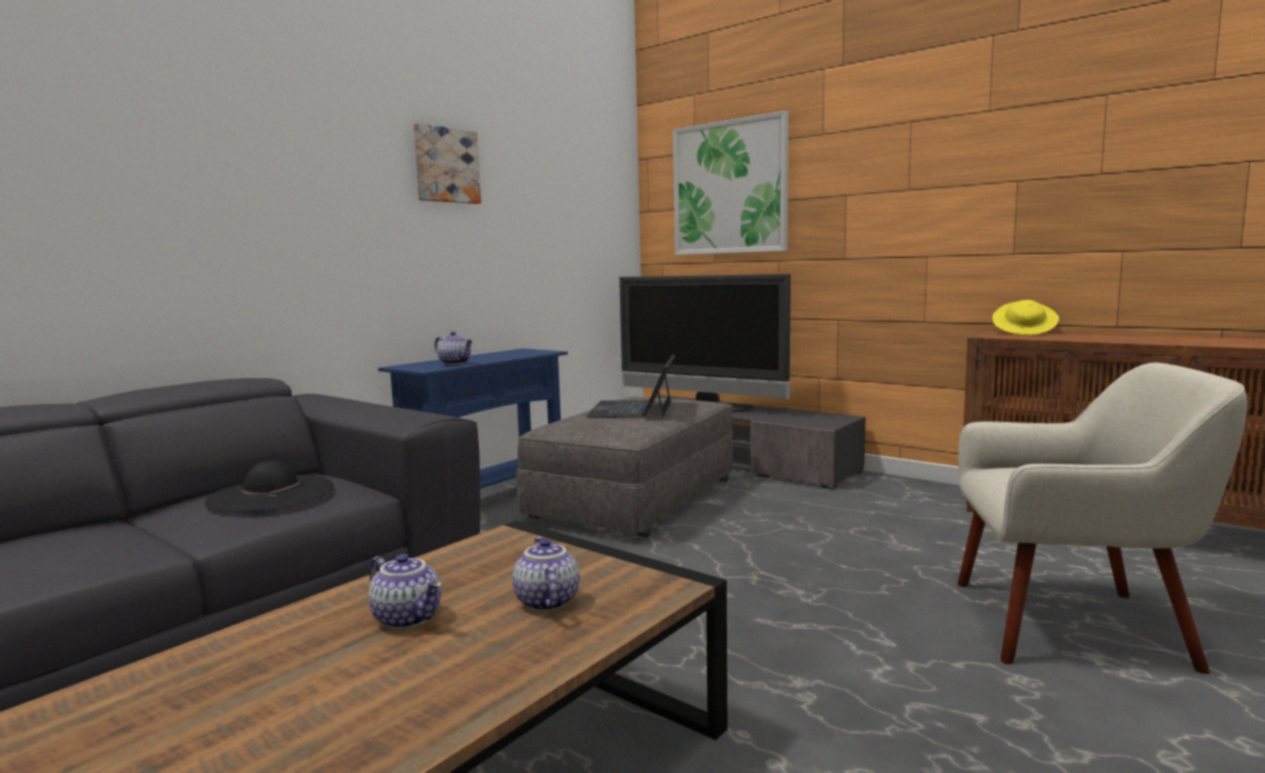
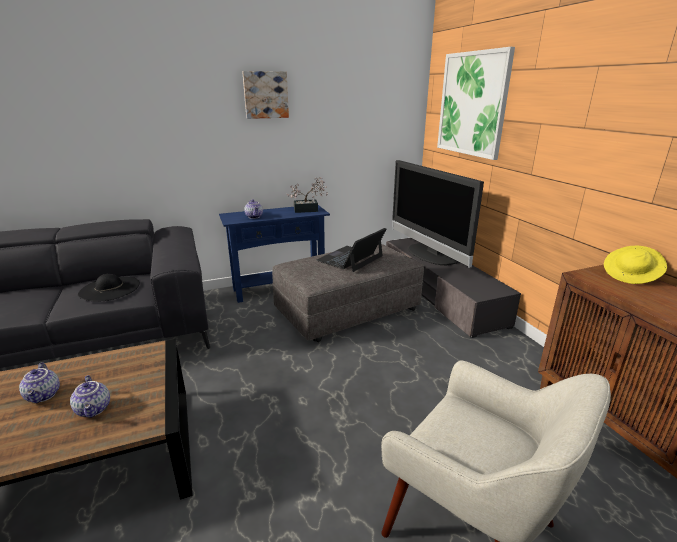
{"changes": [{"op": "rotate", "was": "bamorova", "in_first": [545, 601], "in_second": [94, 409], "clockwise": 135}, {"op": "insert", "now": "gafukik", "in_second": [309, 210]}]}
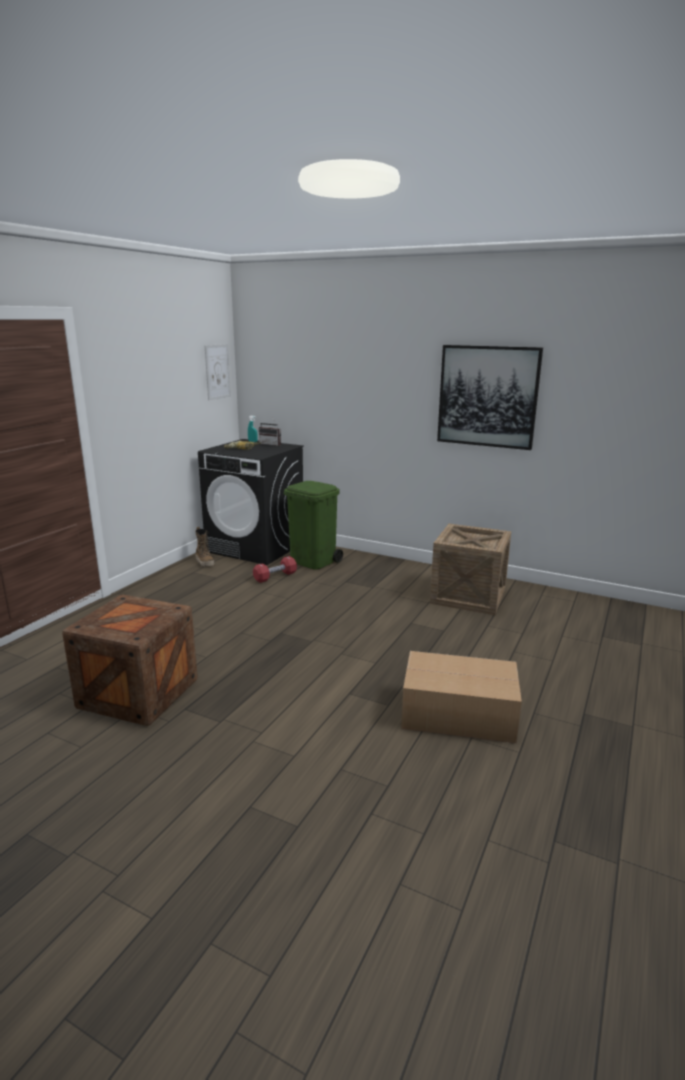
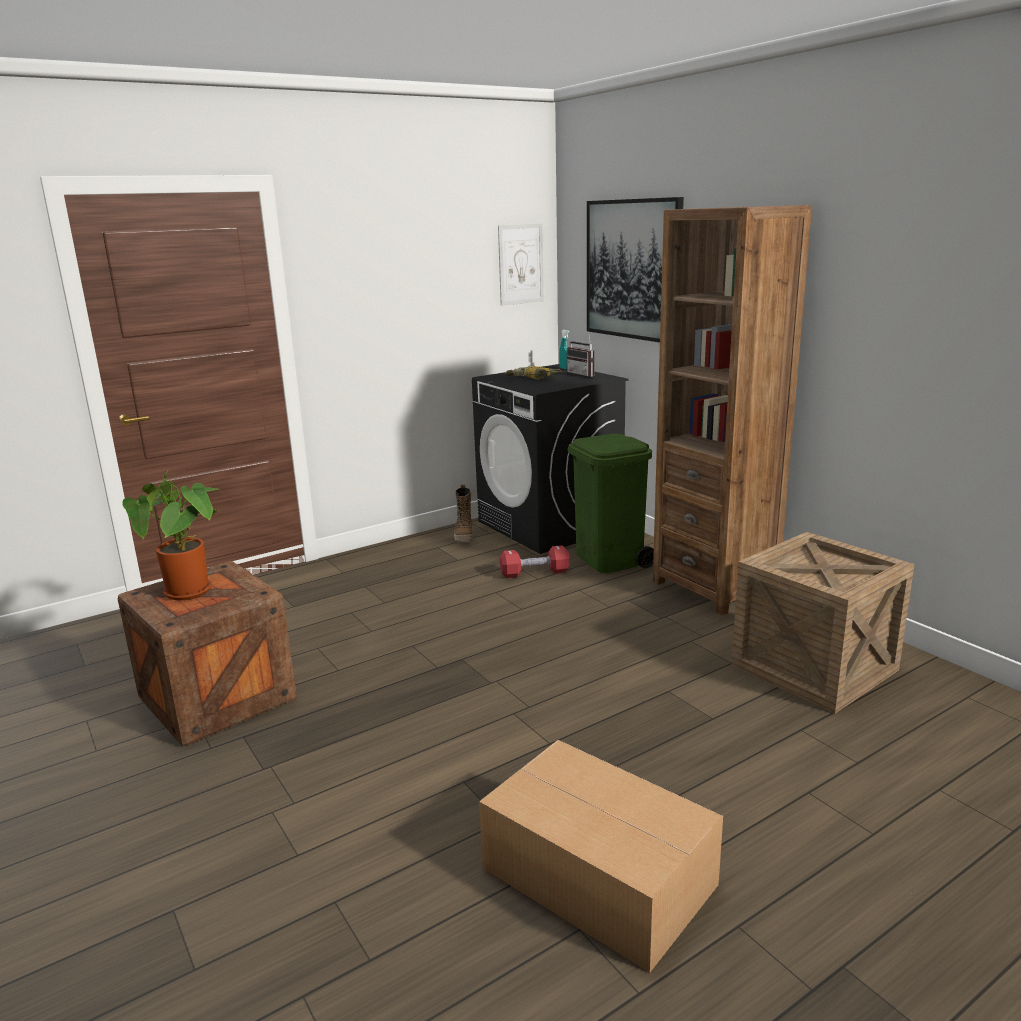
{"changes": [{"op": "move", "was": "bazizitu", "in_first": [487, 396], "in_second": [633, 269]}, {"op": "insert", "now": "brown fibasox", "in_second": [714, 587]}, {"op": "insert", "now": "gafukik", "in_second": [191, 593]}]}
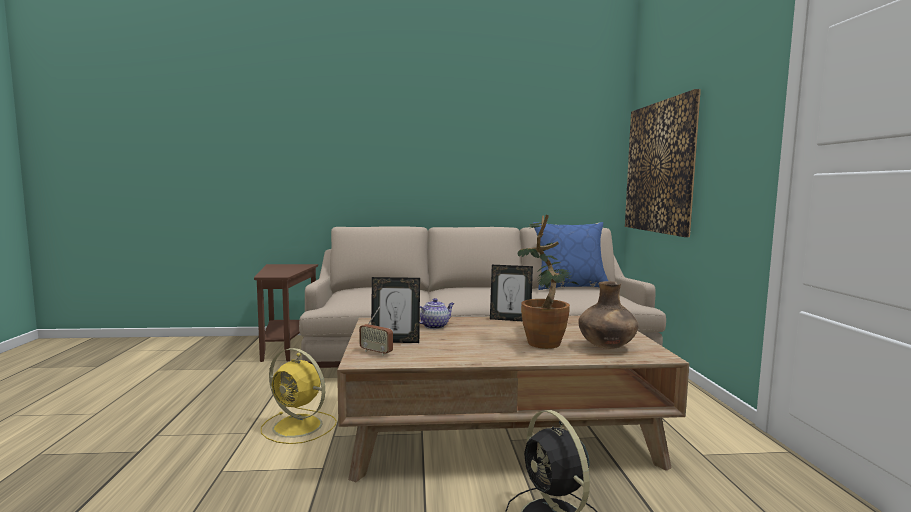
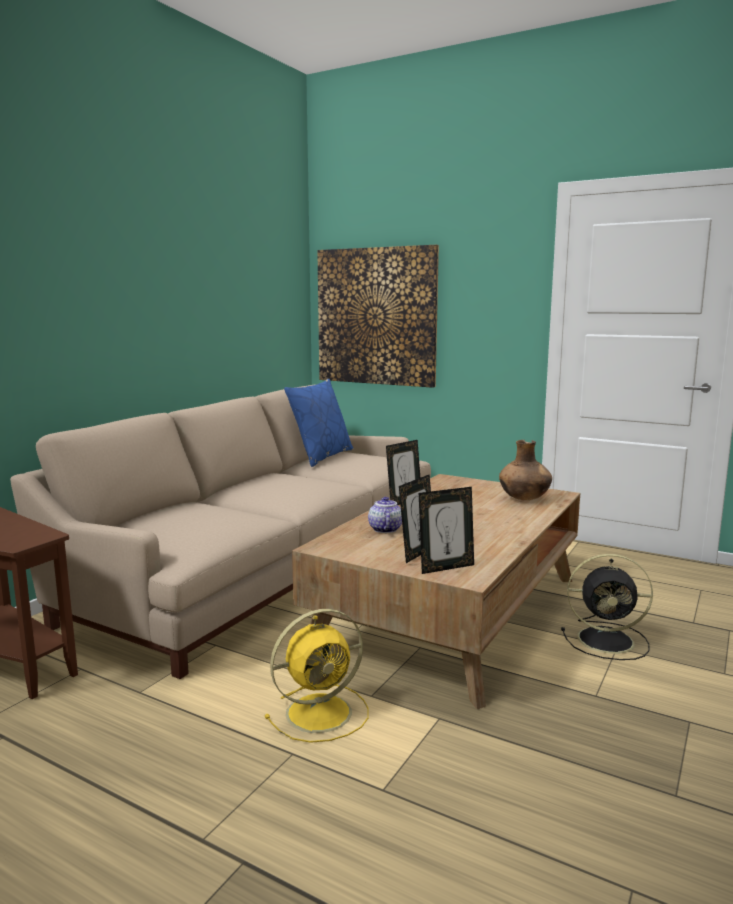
{"changes": [{"op": "delete", "was": "gafukik", "in_first": [546, 341]}, {"op": "replace", "was": "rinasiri", "now": "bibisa", "in_first": [376, 352], "in_second": [446, 567]}]}
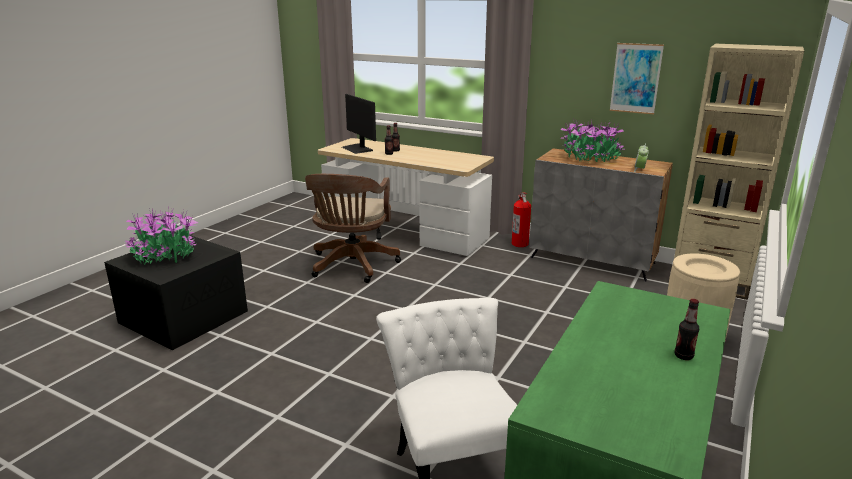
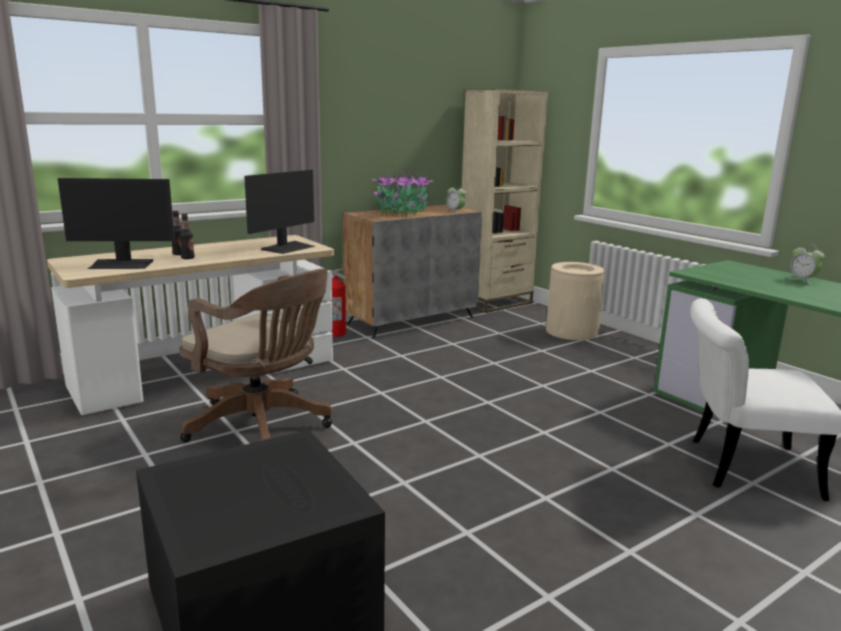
{"changes": [{"op": "delete", "was": "bazizitu", "in_first": [636, 78]}, {"op": "delete", "was": "gafukik", "in_first": [165, 256]}, {"op": "replace", "was": "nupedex", "now": "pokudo", "in_first": [683, 356], "in_second": [802, 280]}, {"op": "insert", "now": "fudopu", "in_second": [288, 247]}]}
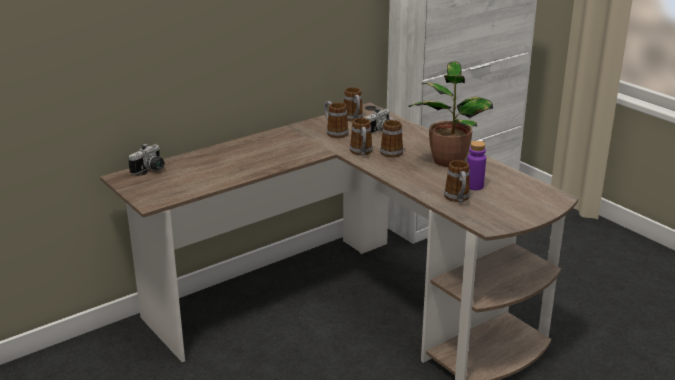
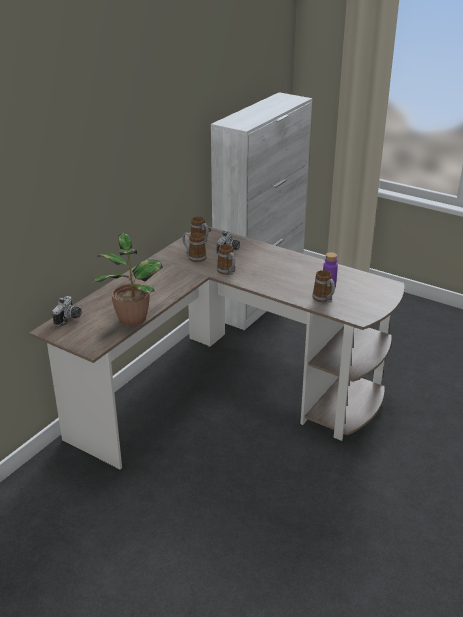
{"changes": [{"op": "move", "was": "gafukik", "in_first": [448, 160], "in_second": [131, 317]}, {"op": "delete", "was": "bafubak", "in_first": [391, 151]}]}
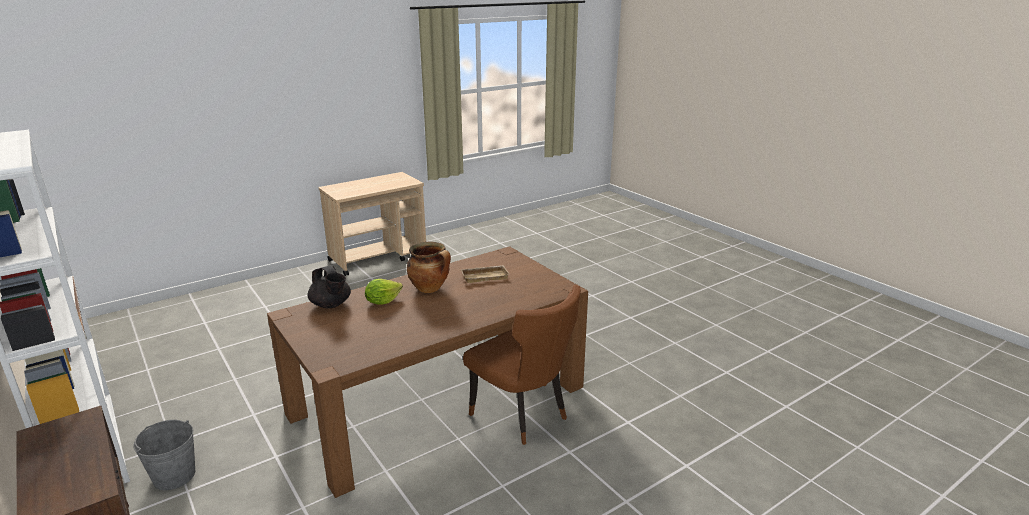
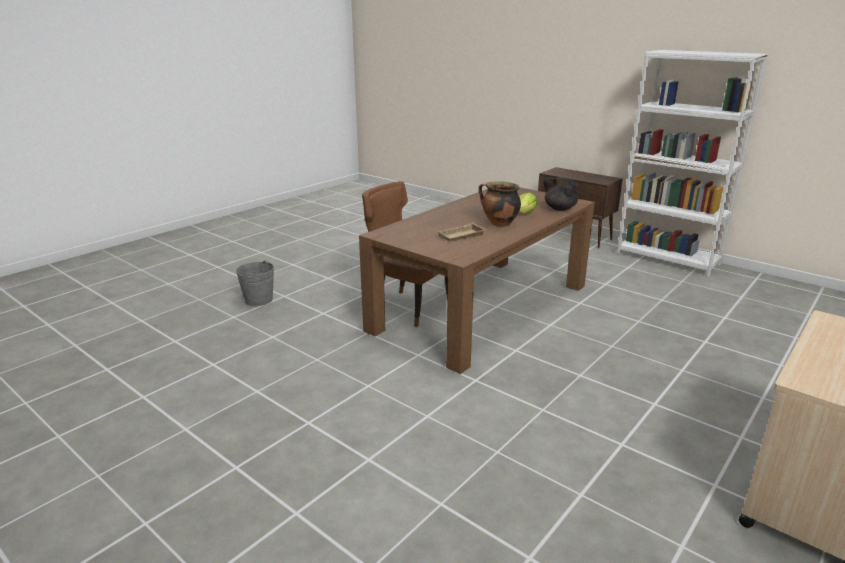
{"changes": [{"op": "move", "was": "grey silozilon", "in_first": [174, 476], "in_second": [259, 300]}]}
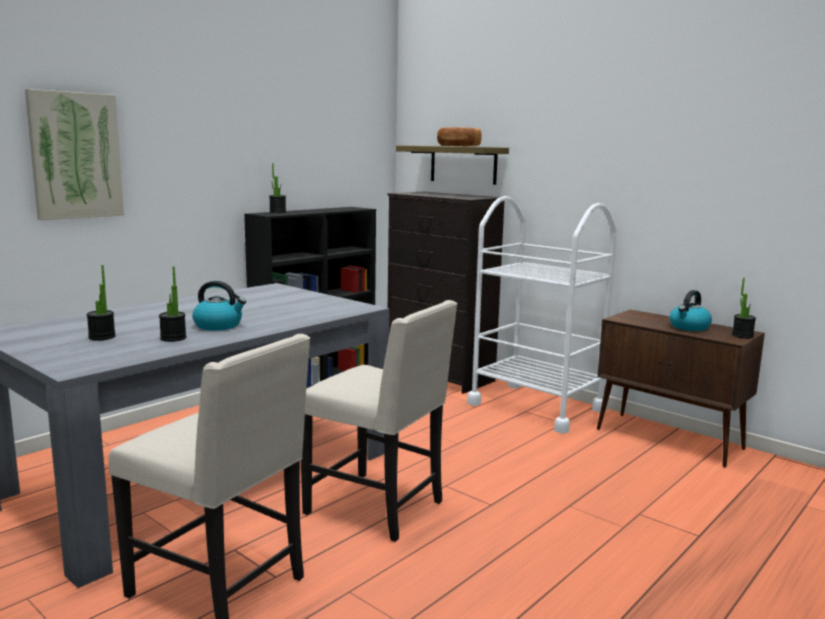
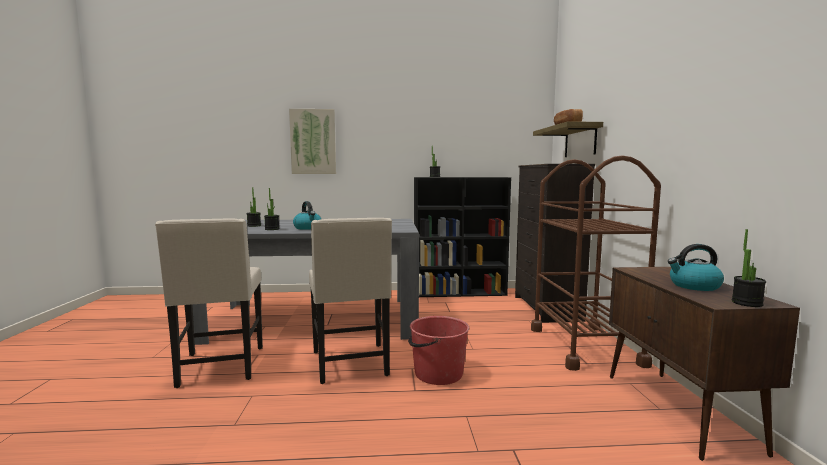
{"changes": [{"op": "recolor", "was": "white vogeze", "now": "brown vogeze", "in_first": [536, 407], "in_second": [584, 346]}, {"op": "insert", "now": "red silozilon", "in_second": [437, 374]}]}
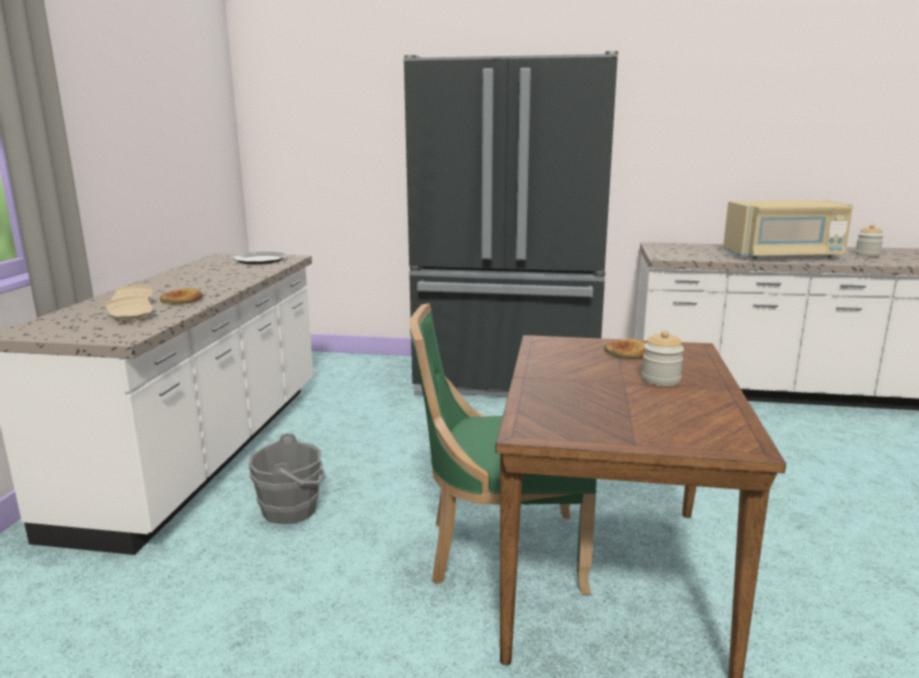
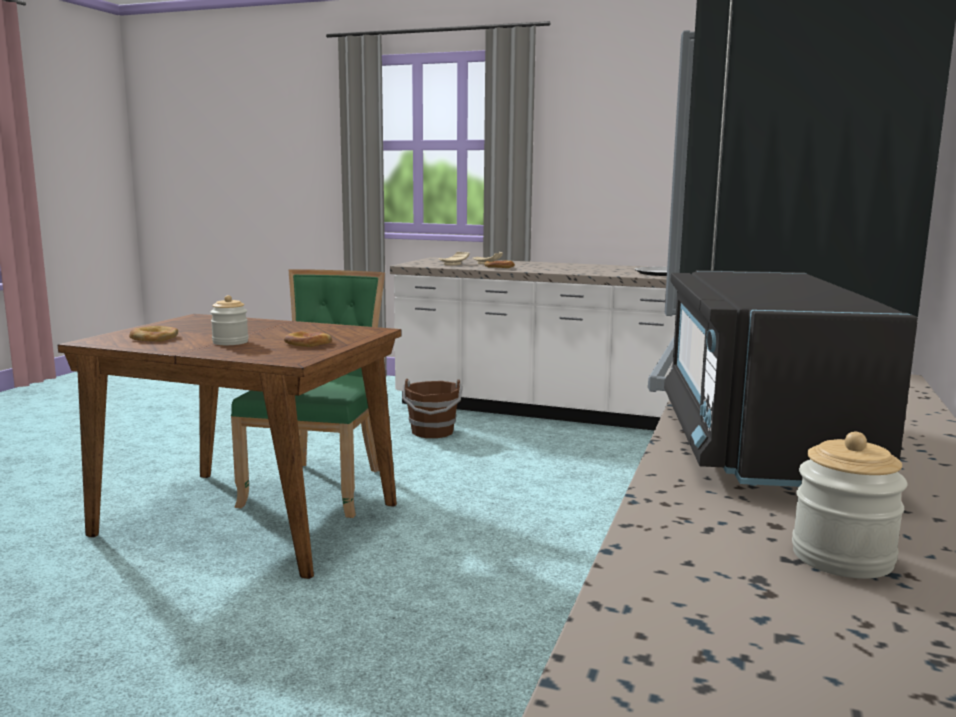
{"changes": [{"op": "recolor", "was": "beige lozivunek", "now": "black lozivunek", "in_first": [783, 256], "in_second": [759, 442]}, {"op": "recolor", "was": "grey silozilon", "now": "brown silozilon", "in_first": [292, 510], "in_second": [433, 432]}, {"op": "insert", "now": "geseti", "in_second": [154, 338]}]}
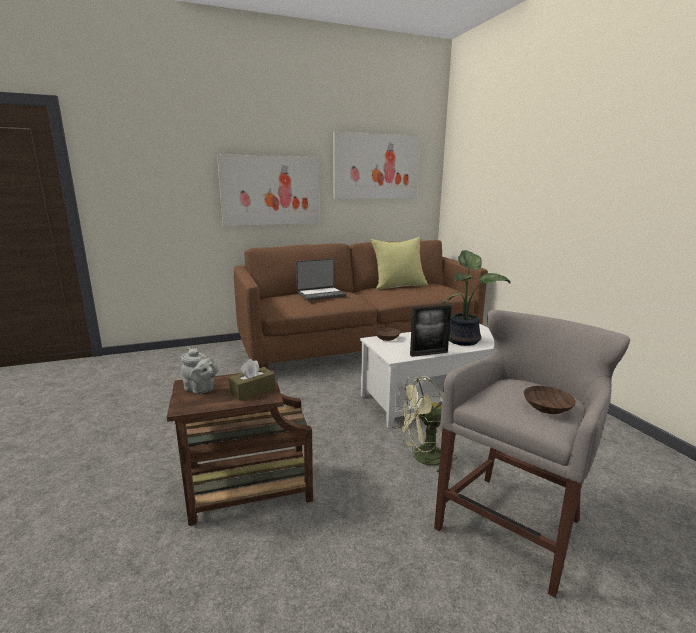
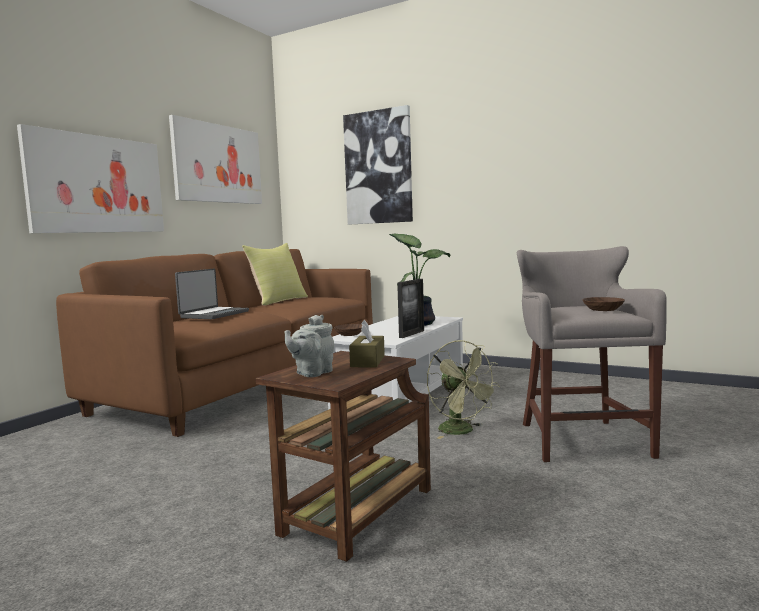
{"changes": [{"op": "rotate", "was": "grey bamorova", "in_first": [201, 389], "in_second": [312, 373], "clockwise": 135}, {"op": "rotate", "was": "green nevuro", "in_first": [422, 458], "in_second": [462, 431], "clockwise": -60}, {"op": "insert", "now": "bazizitu", "in_second": [378, 167]}]}
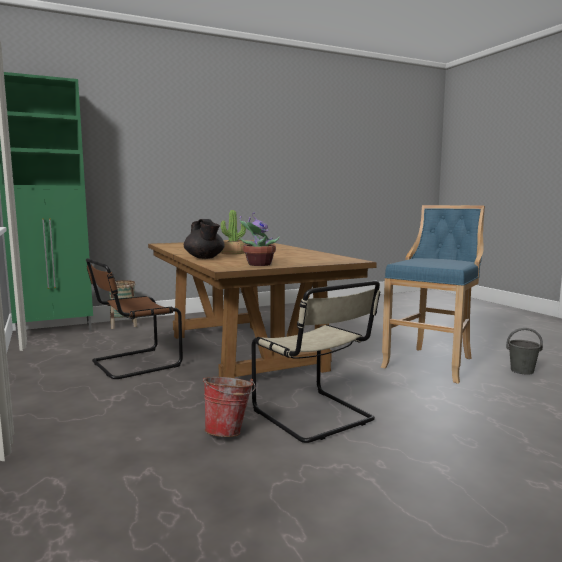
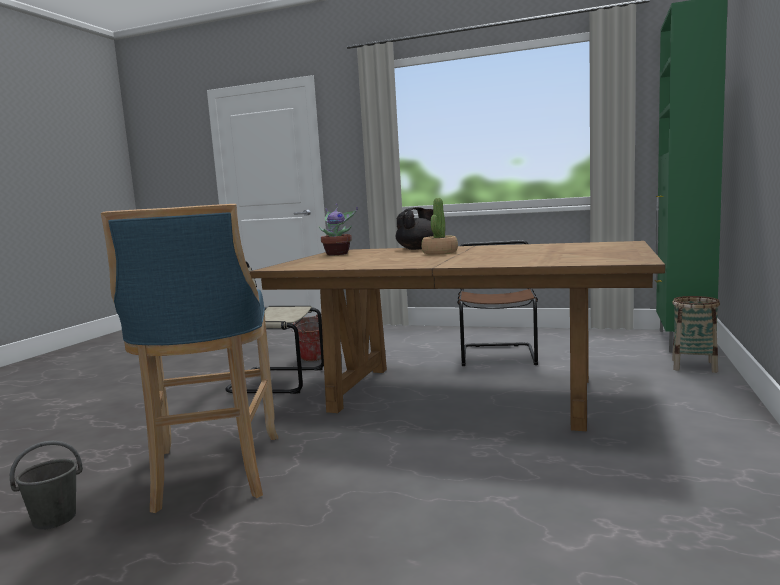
{"changes": [{"op": "rotate", "was": "black bamorova", "in_first": [204, 258], "in_second": [418, 249], "clockwise": 120}]}
